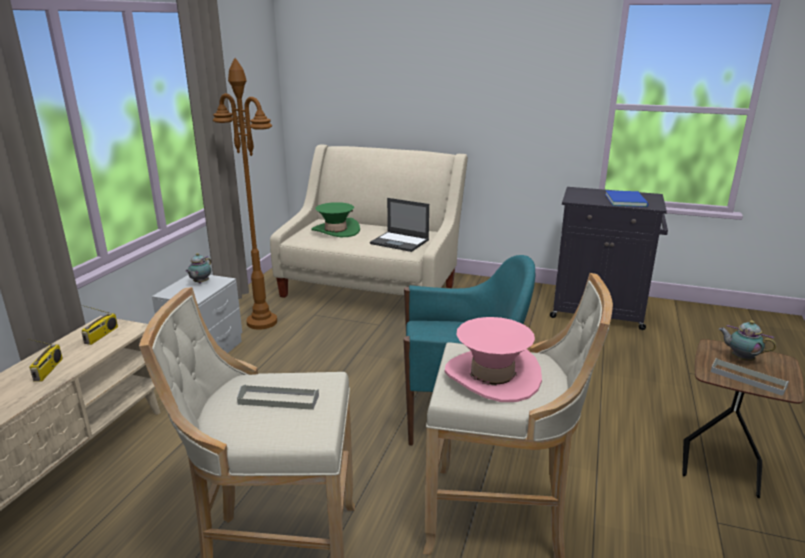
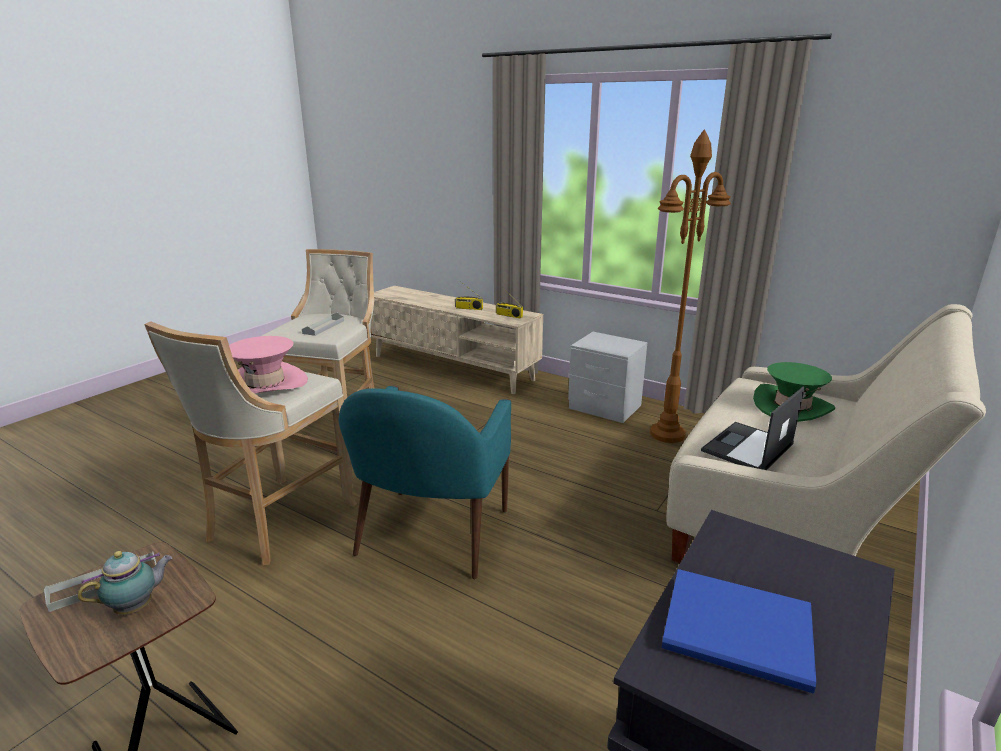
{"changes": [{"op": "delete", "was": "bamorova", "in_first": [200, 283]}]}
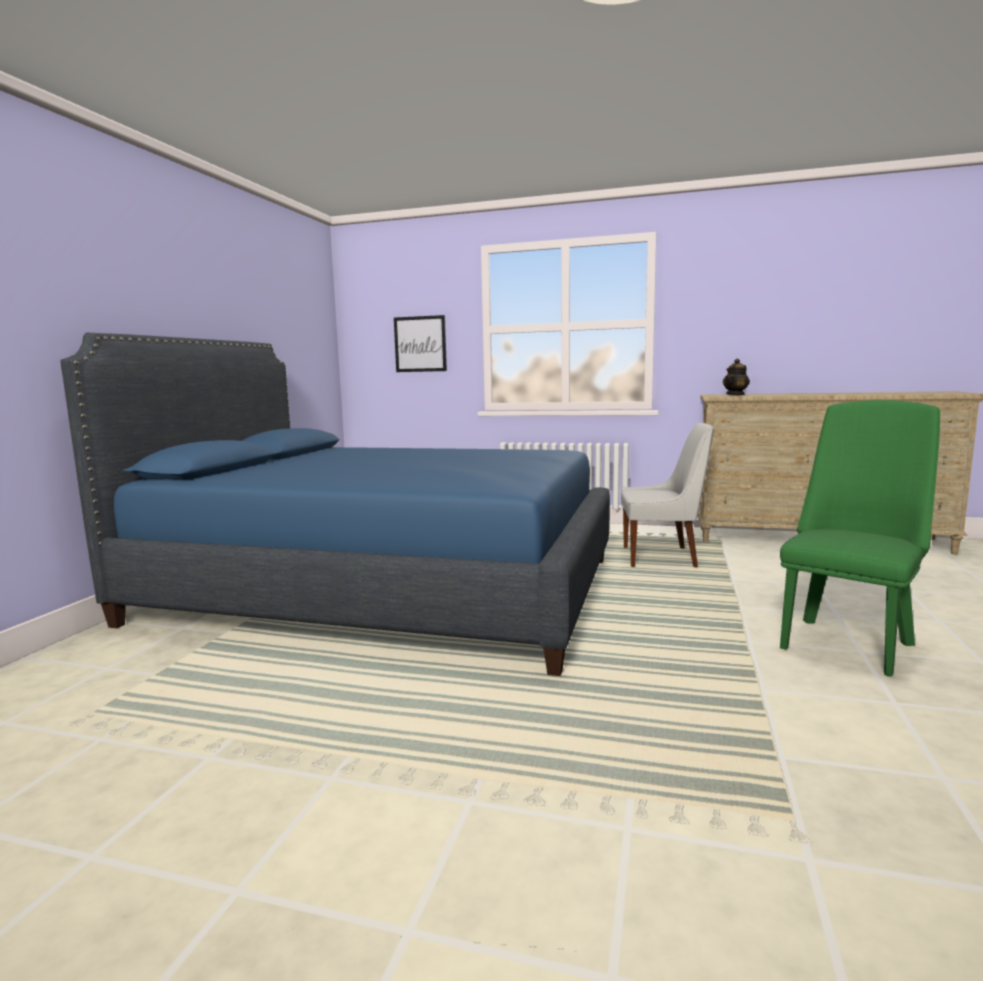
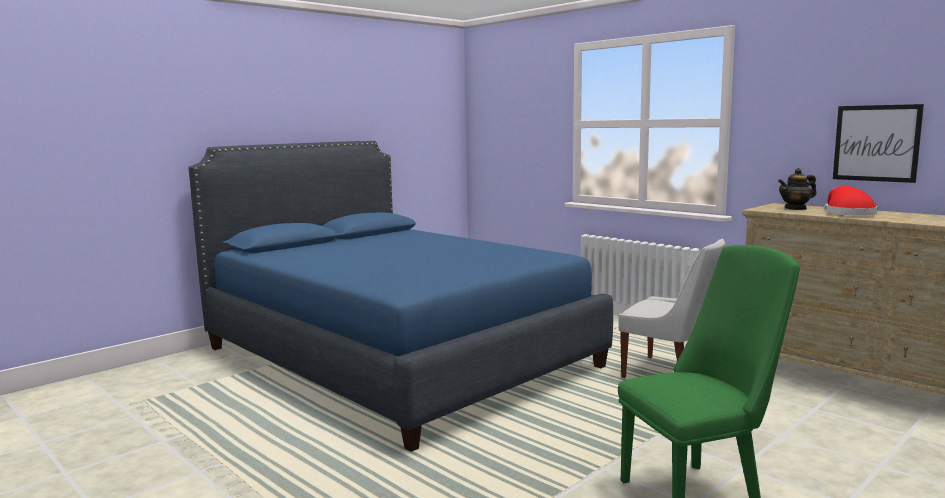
{"changes": [{"op": "move", "was": "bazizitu", "in_first": [420, 344], "in_second": [876, 143]}, {"op": "insert", "now": "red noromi", "in_second": [847, 214]}]}
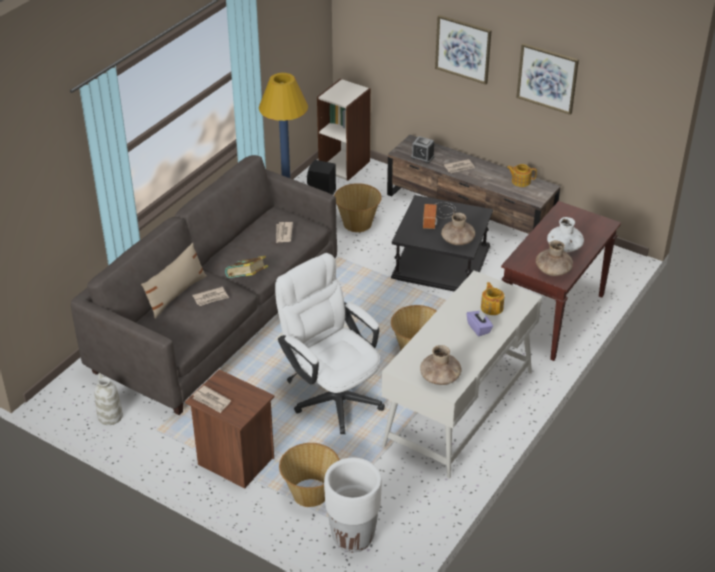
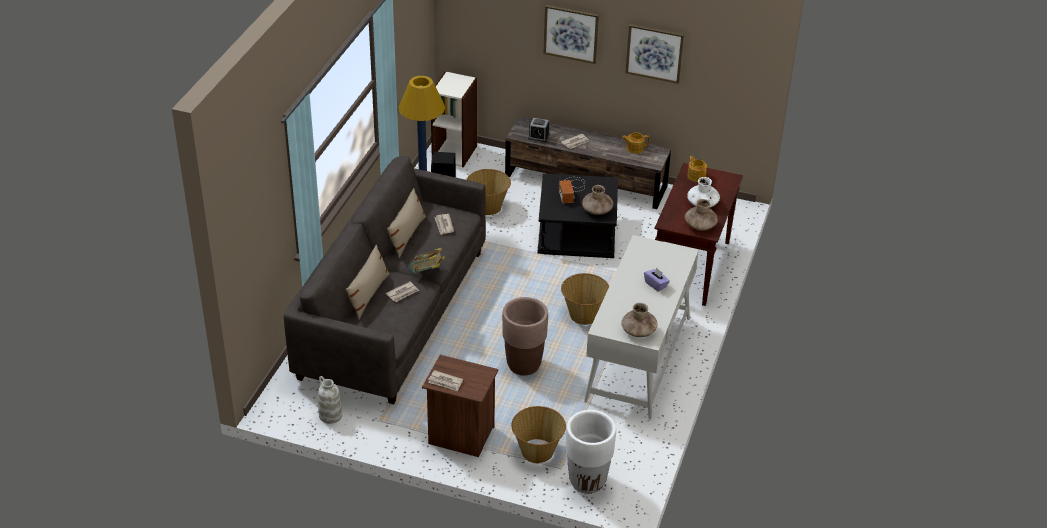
{"changes": [{"op": "replace", "was": "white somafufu", "now": "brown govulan", "in_first": [332, 395], "in_second": [523, 365]}, {"op": "move", "was": "bamorova", "in_first": [492, 307], "in_second": [696, 176]}, {"op": "insert", "now": "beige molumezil", "in_second": [407, 235]}]}
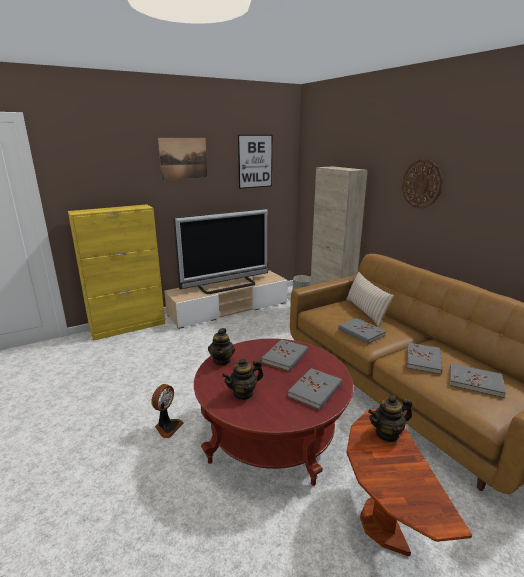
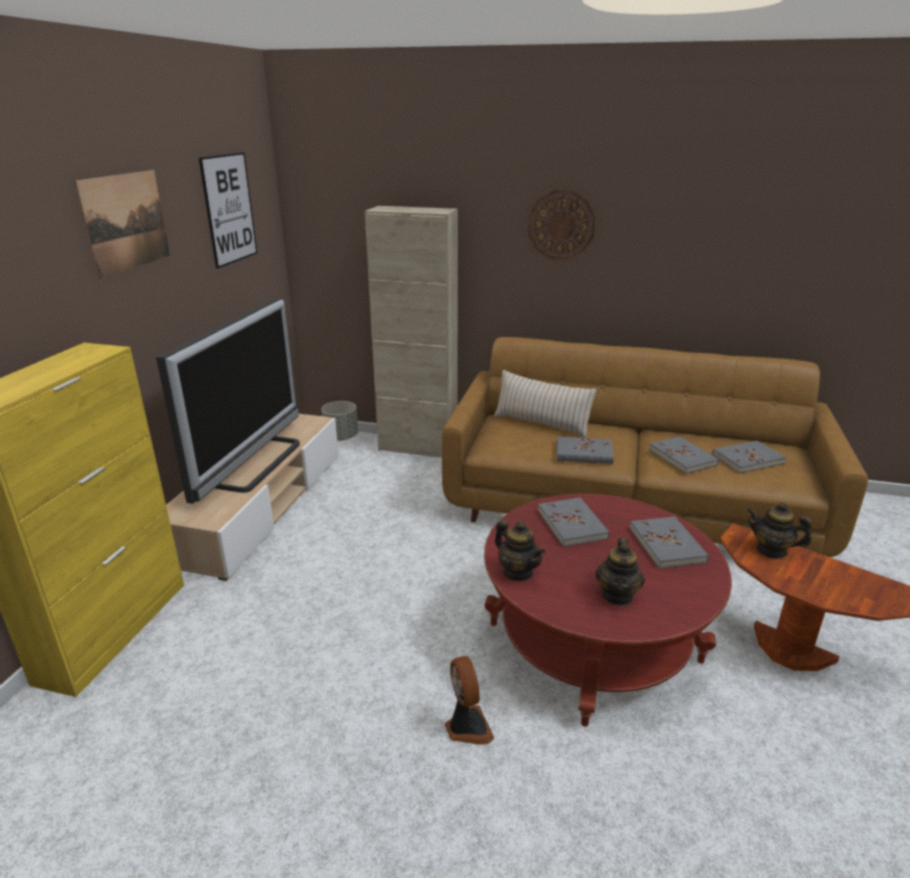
{"changes": [{"op": "rotate", "was": "bamorova", "in_first": [387, 434], "in_second": [771, 550], "clockwise": 90}]}
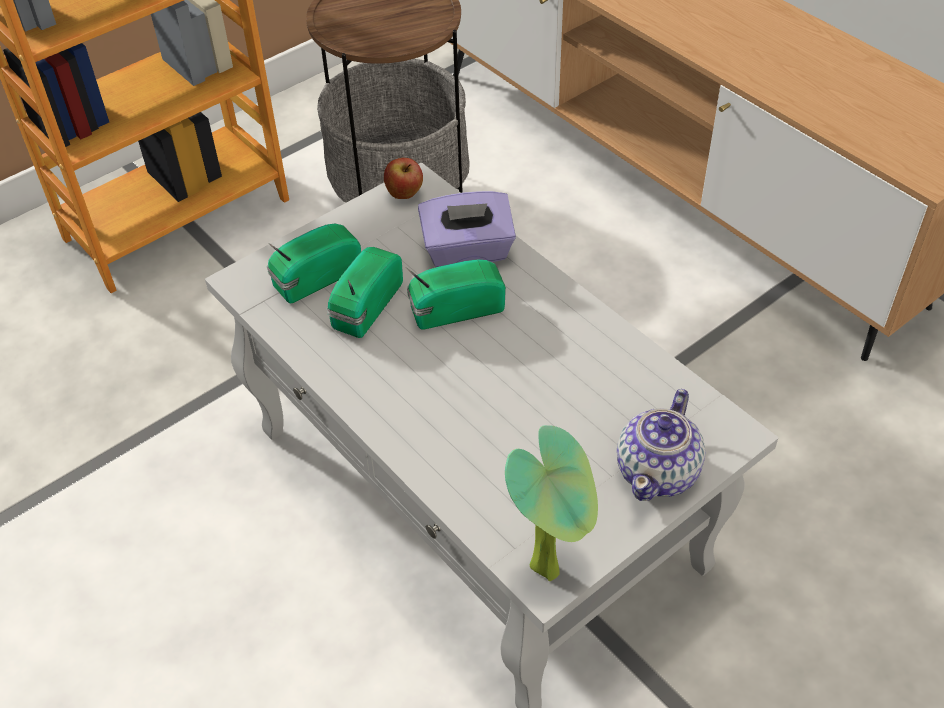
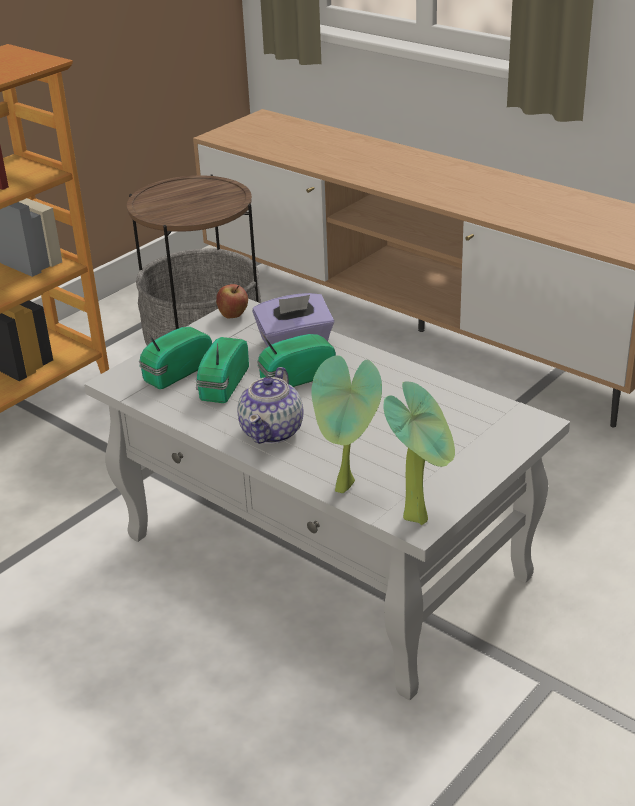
{"changes": [{"op": "move", "was": "bamorova", "in_first": [658, 471], "in_second": [273, 431]}, {"op": "insert", "now": "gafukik", "in_second": [347, 489]}]}
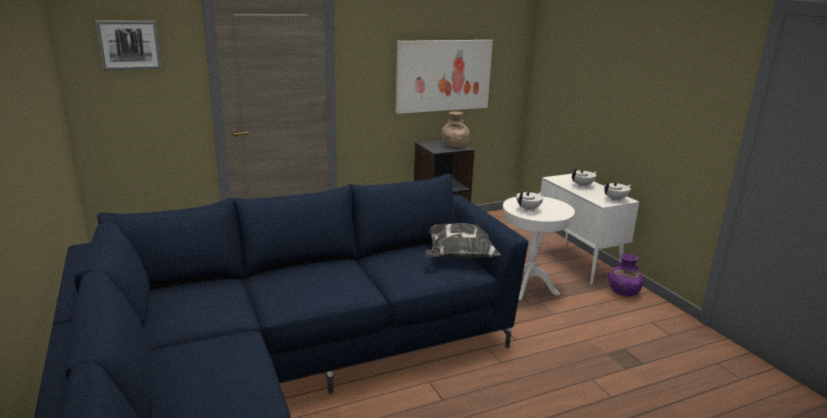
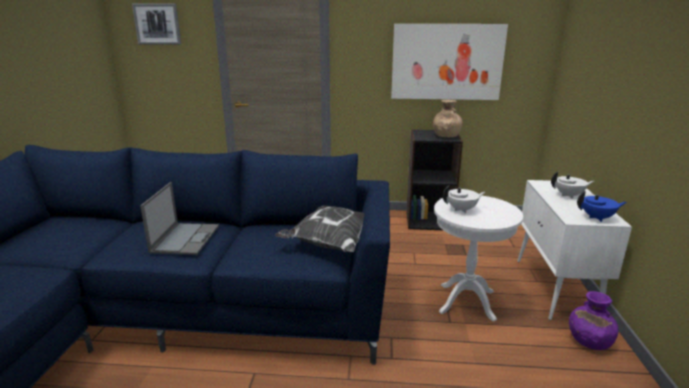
{"changes": [{"op": "recolor", "was": "white bamorova", "now": "blue bamorova", "in_first": [616, 199], "in_second": [597, 218]}, {"op": "insert", "now": "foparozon", "in_second": [185, 238]}]}
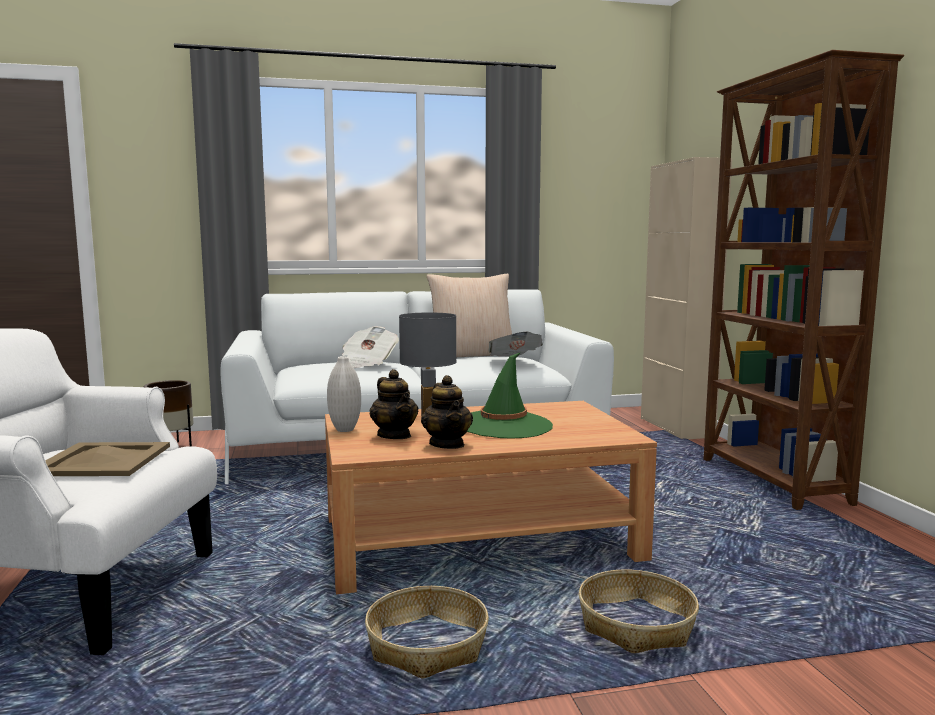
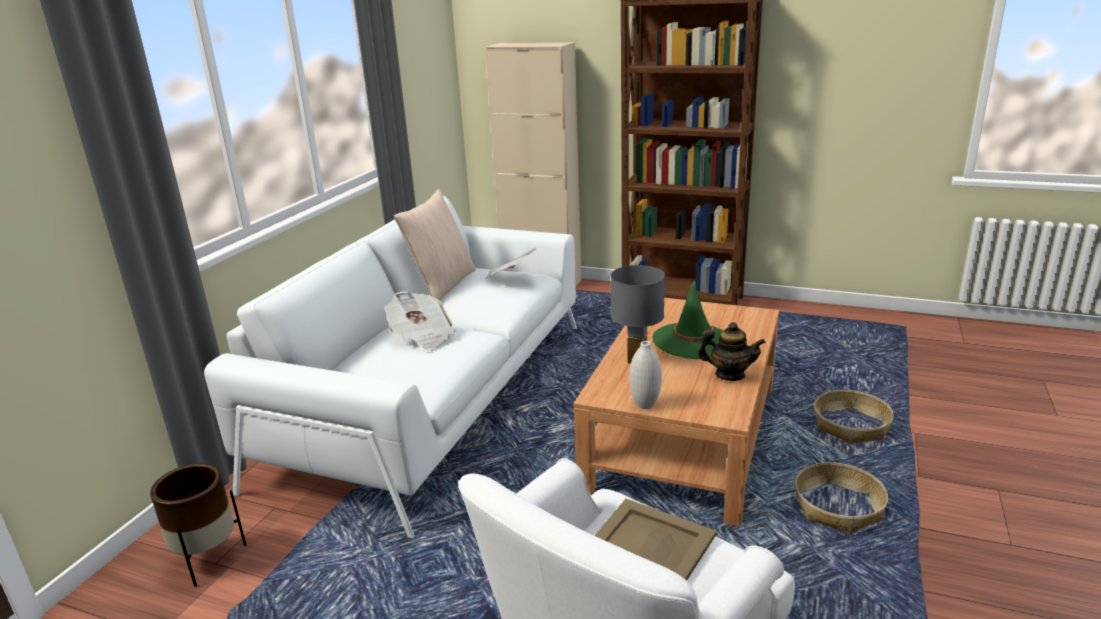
{"changes": [{"op": "delete", "was": "bamorova", "in_first": [394, 435]}]}
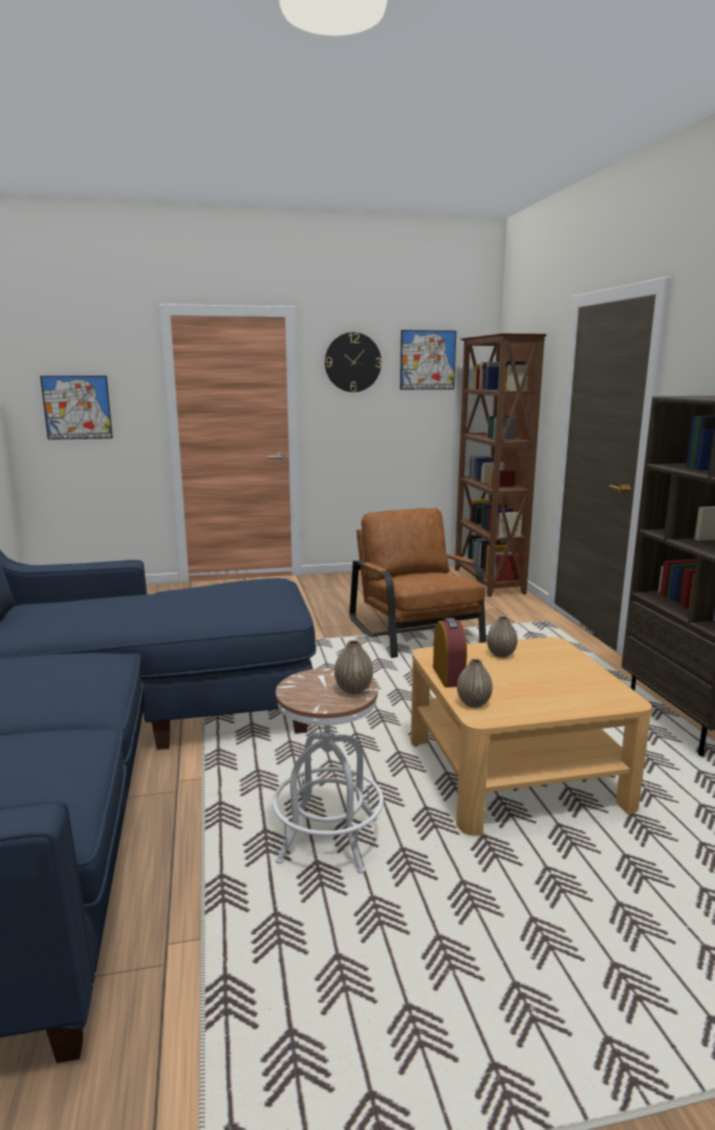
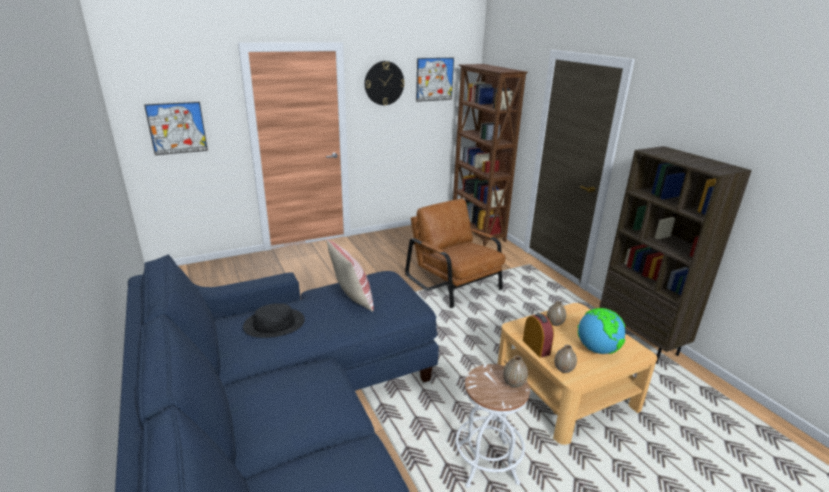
{"changes": [{"op": "insert", "now": "molumezil", "in_second": [352, 298]}, {"op": "insert", "now": "black noromi", "in_second": [274, 324]}, {"op": "insert", "now": "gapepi", "in_second": [597, 349]}]}
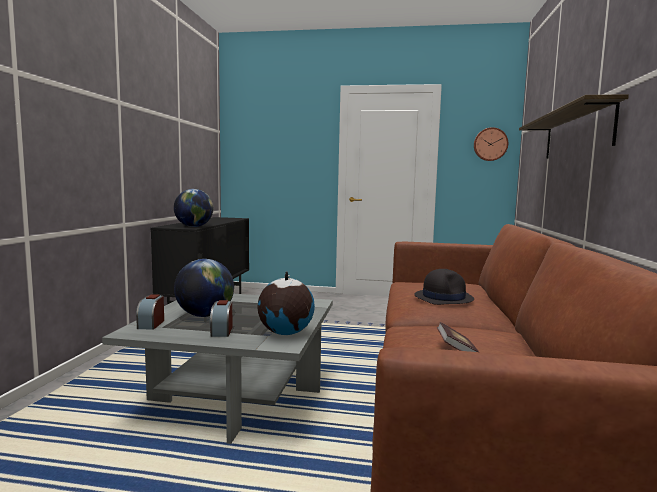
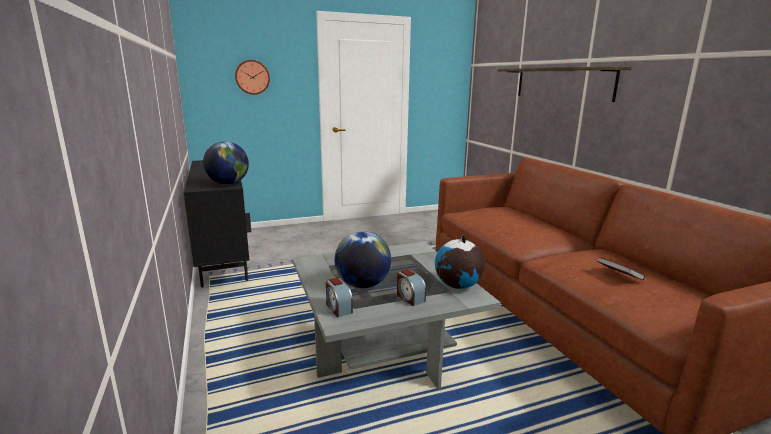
{"changes": [{"op": "move", "was": "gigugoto", "in_first": [490, 144], "in_second": [252, 77]}, {"op": "delete", "was": "black noromi", "in_first": [443, 298]}]}
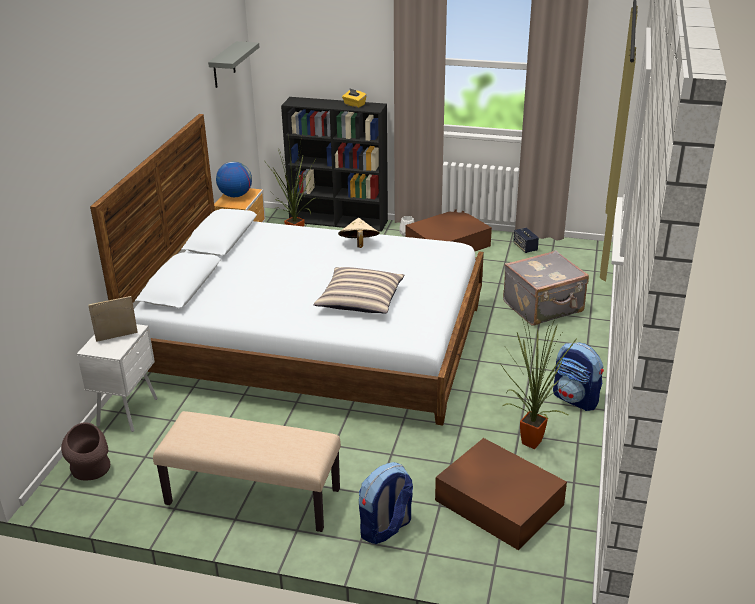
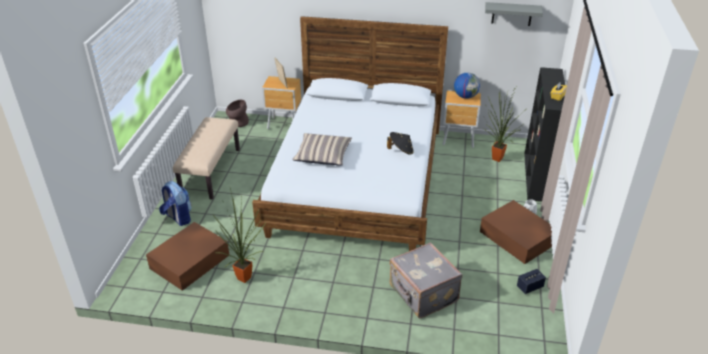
{"changes": [{"op": "recolor", "was": "beige noromi", "now": "black noromi", "in_first": [358, 245], "in_second": [401, 151]}, {"op": "recolor", "was": "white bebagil", "now": "brown bebagil", "in_first": [129, 411], "in_second": [284, 125]}, {"op": "delete", "was": "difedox", "in_first": [576, 399]}]}
